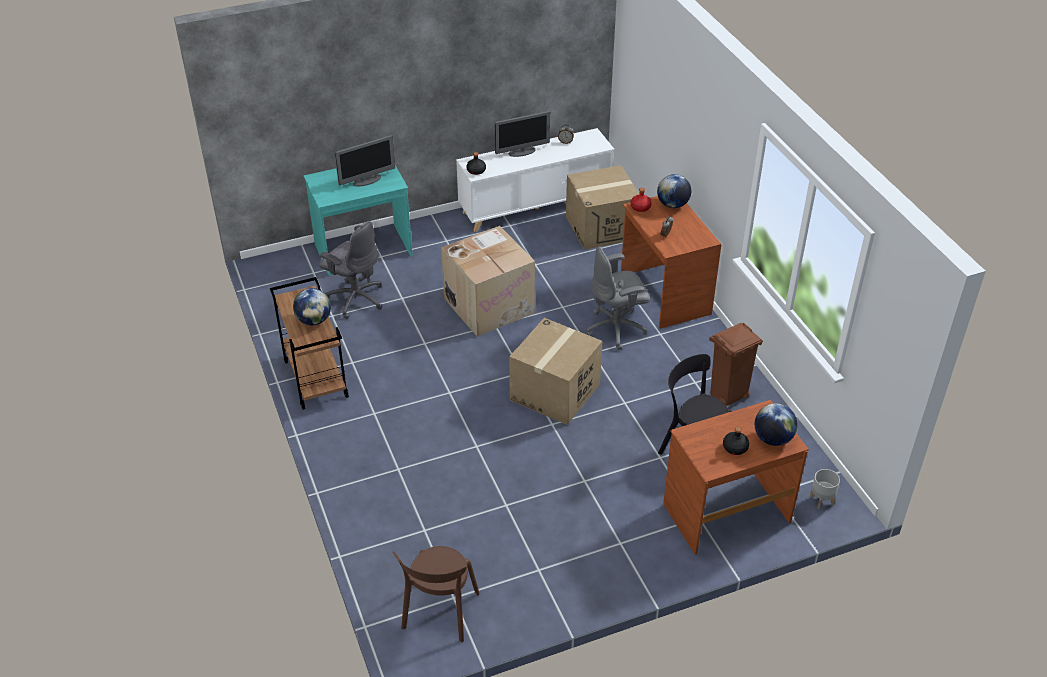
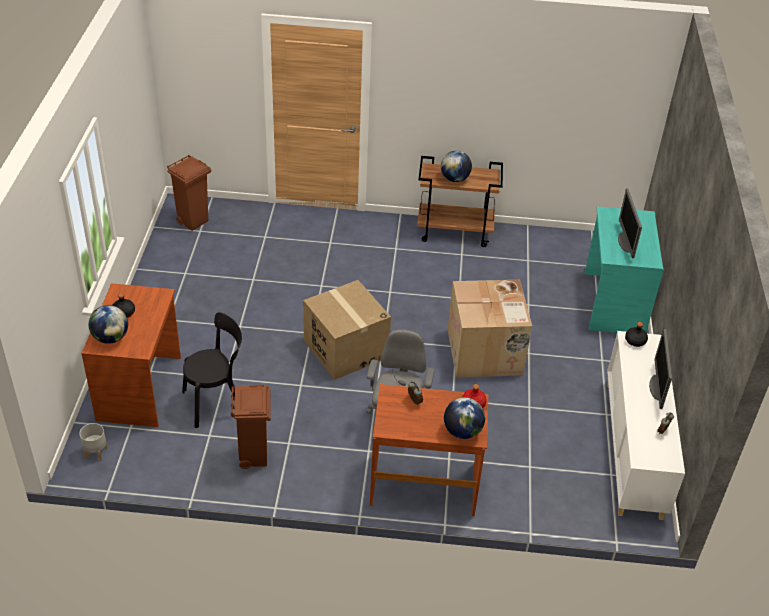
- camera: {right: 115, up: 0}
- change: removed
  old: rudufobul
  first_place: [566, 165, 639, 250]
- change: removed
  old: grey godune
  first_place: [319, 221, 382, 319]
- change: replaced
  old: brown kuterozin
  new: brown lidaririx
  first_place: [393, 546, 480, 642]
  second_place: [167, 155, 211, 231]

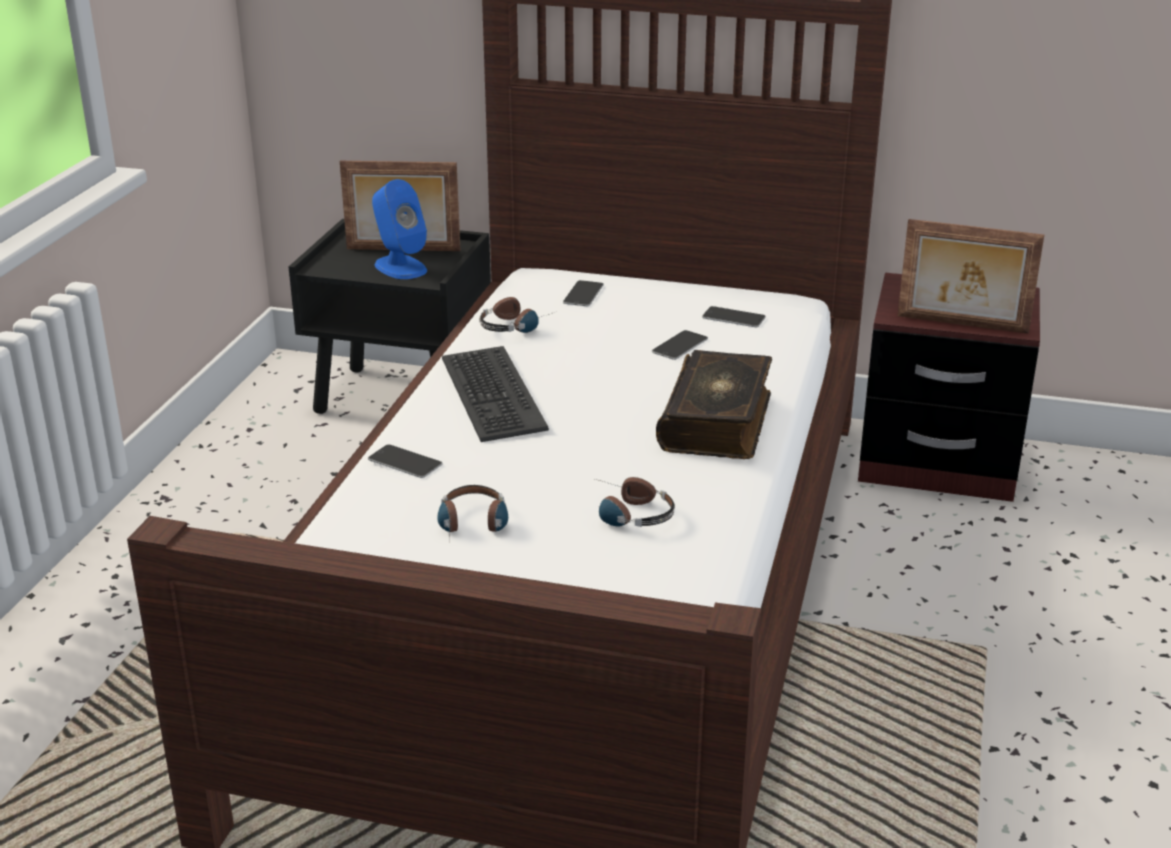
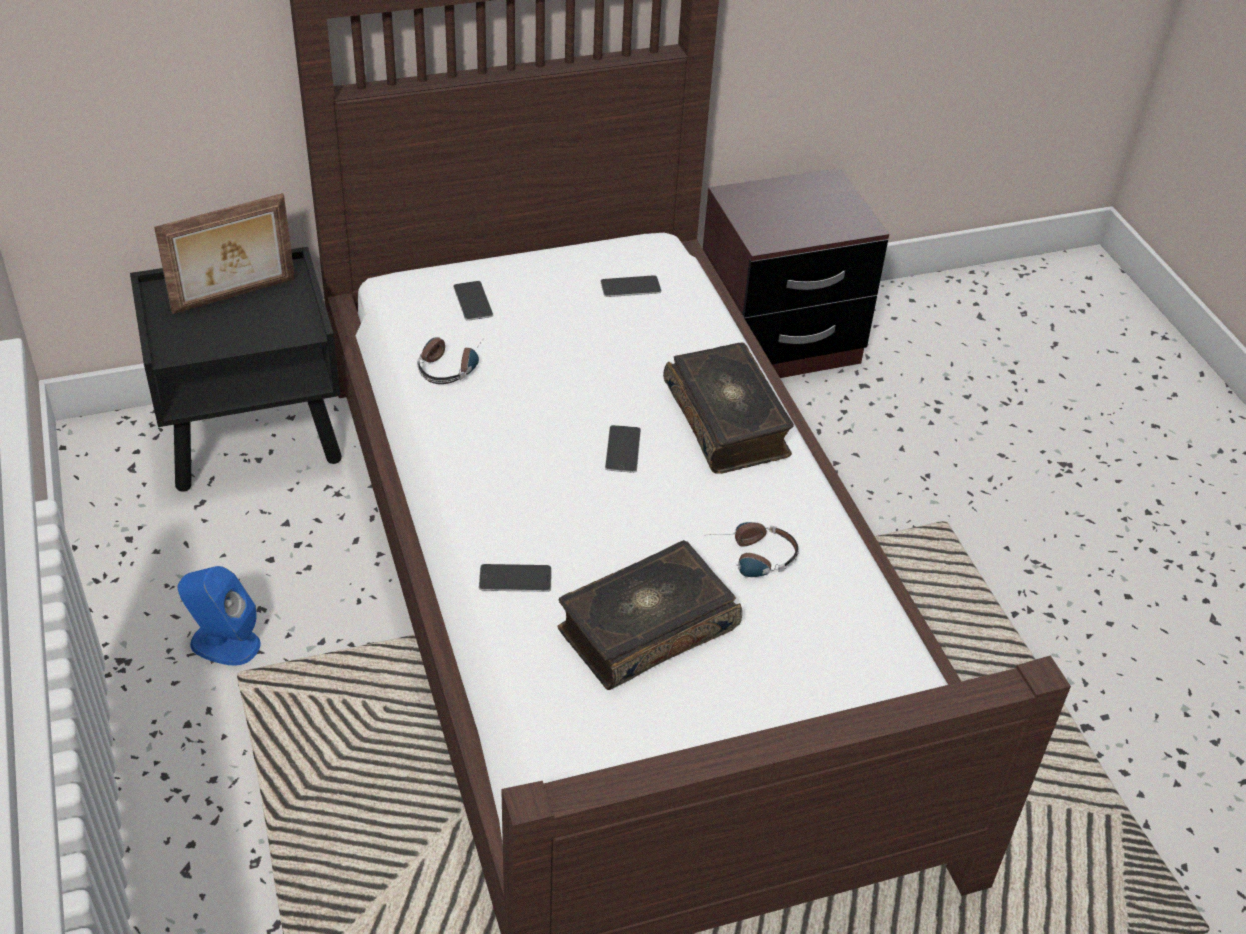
- camera: {right: -35, up: 15}
- change: moved
  old: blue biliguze
  first_place: [372, 179, 427, 279]
  second_place: [178, 566, 261, 666]
- change: removed
  old: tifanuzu
  first_place: [898, 219, 1044, 334]
- change: moved
  old: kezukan
  first_place: [652, 330, 708, 360]
  second_place: [605, 425, 641, 473]
- change: removed
  old: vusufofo
  first_place: [442, 346, 549, 442]
- change: replaced
  old: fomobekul
  new: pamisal
  first_place: [437, 485, 508, 532]
  second_place: [557, 540, 742, 690]

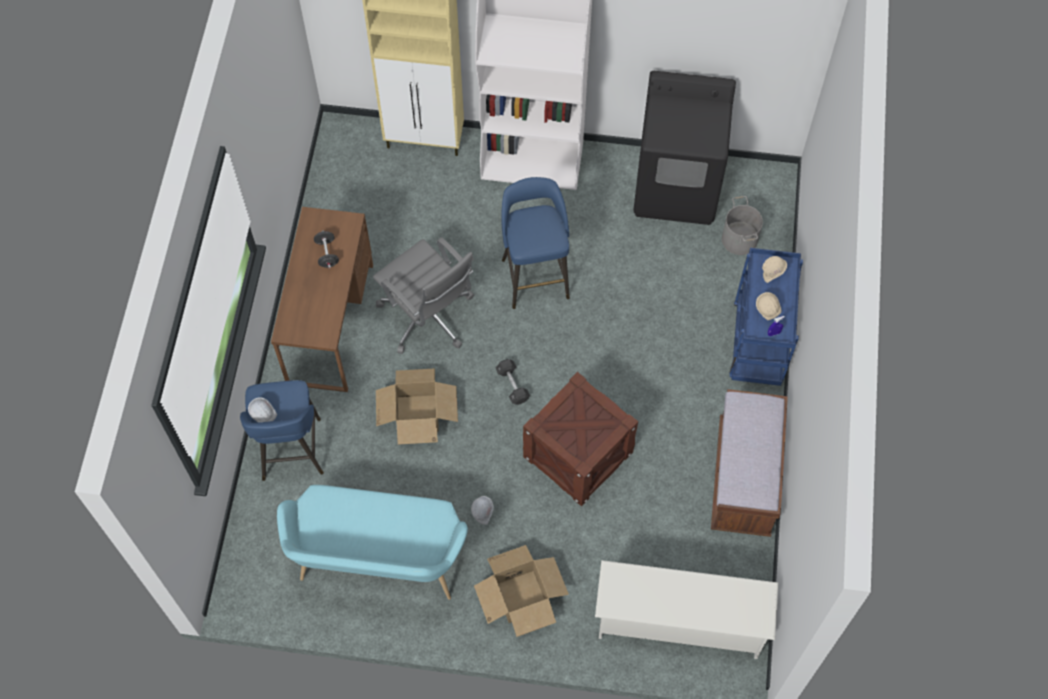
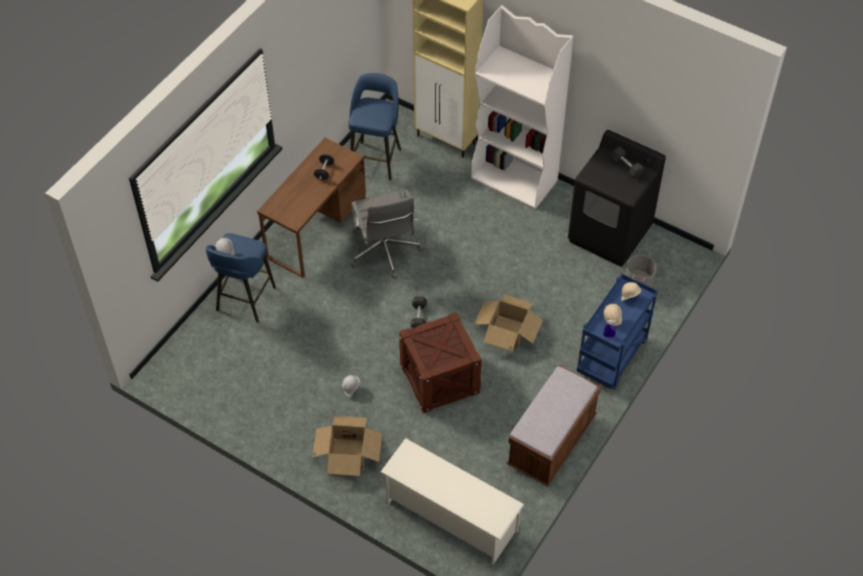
- camera: {right: 25, up: -10}
- change: moved
  old: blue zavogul
  first_place: [501, 177, 570, 309]
  second_place: [349, 73, 401, 180]
- change: moved
  old: rudufobul
  first_place: [376, 368, 458, 445]
  second_place: [474, 295, 543, 351]
- change: removed
  old: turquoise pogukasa
  first_place: [277, 485, 468, 600]
- change: added
  new: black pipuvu
  second_place: [611, 147, 644, 178]

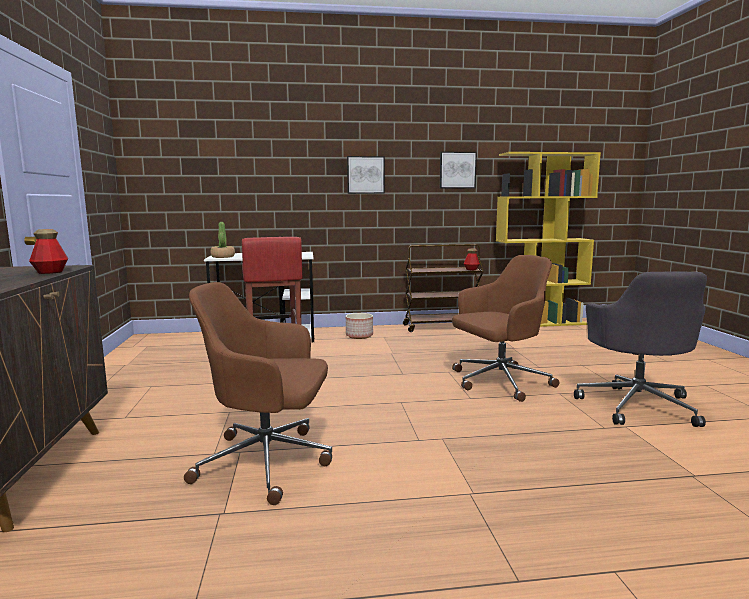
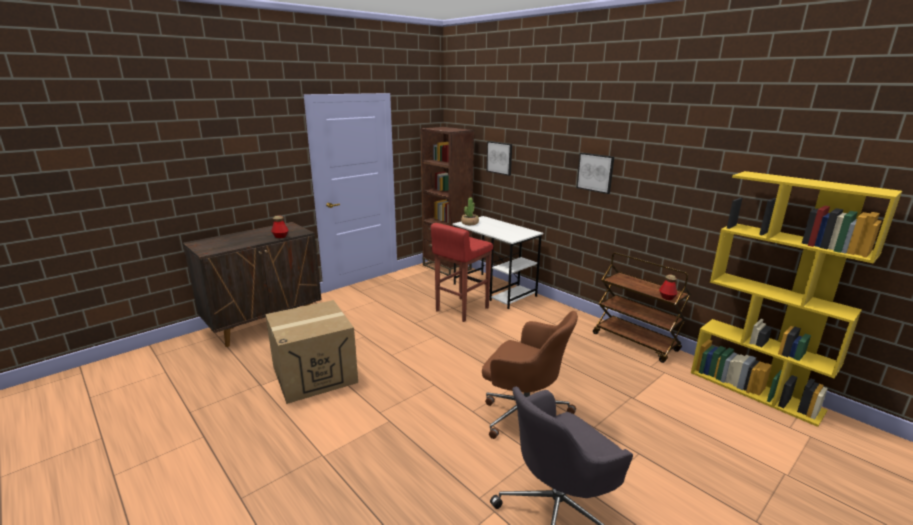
- camera: {right: 55, up: 10}
- change: moved
  old: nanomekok
  first_place: [440, 152, 477, 189]
  second_place: [487, 141, 512, 176]
- change: replaced
  old: brown godune
  new: rudufobul
  first_place: [184, 282, 332, 505]
  second_place: [265, 300, 358, 404]
- change: removed
  old: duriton
  first_place: [346, 313, 373, 339]
- change: added
  new: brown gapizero
  second_place: [420, 127, 474, 276]

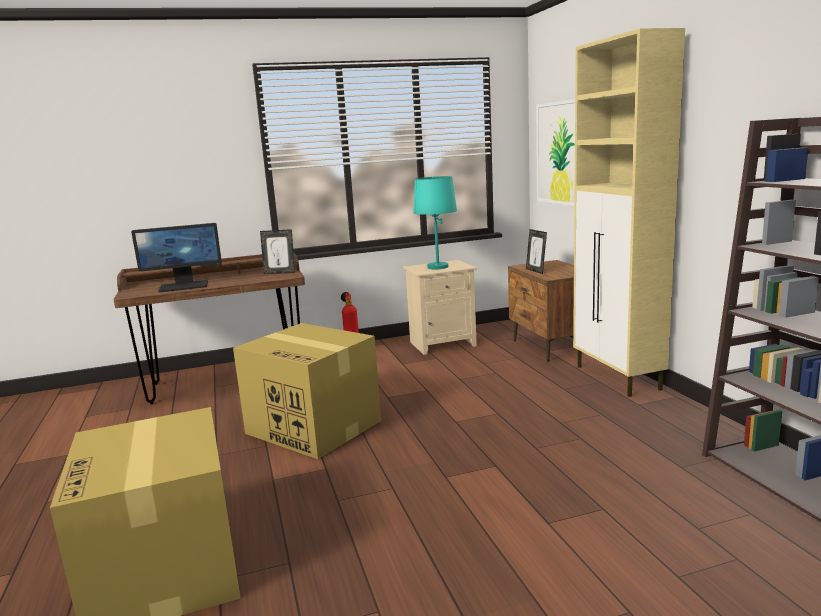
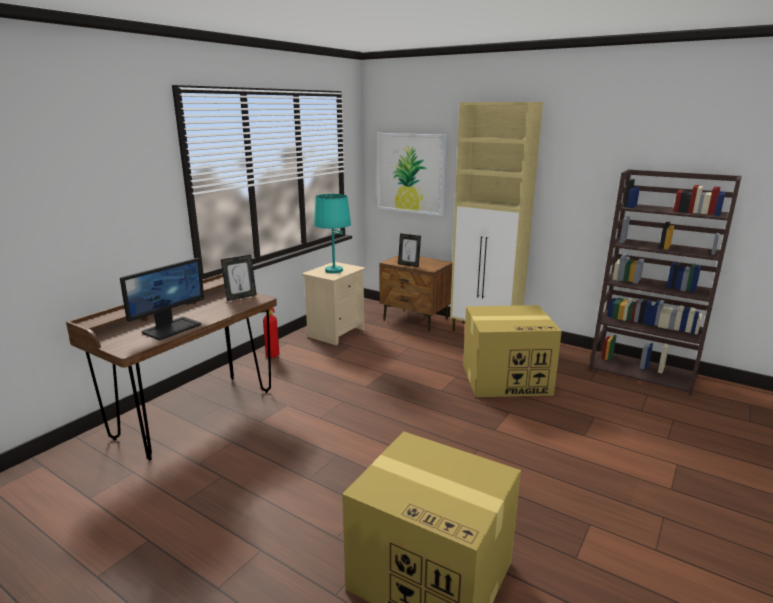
- camera: {right: -40, up: 5}
- change: moved
  old: rudufobul
  first_place: [233, 323, 381, 459]
  second_place: [463, 305, 562, 397]

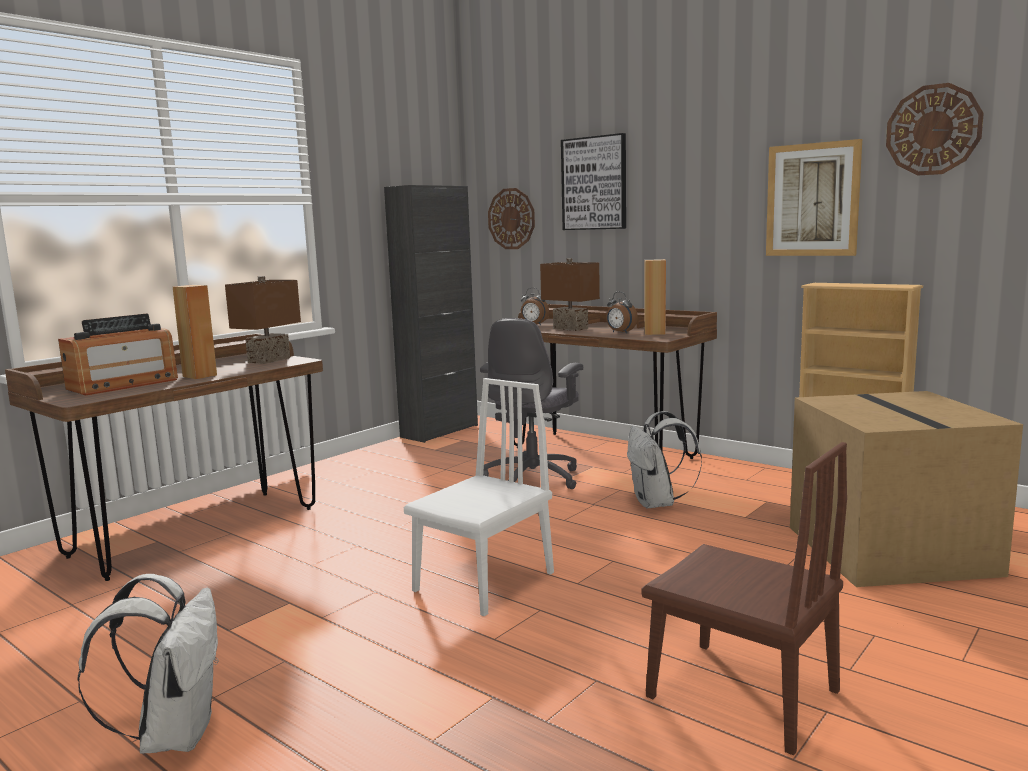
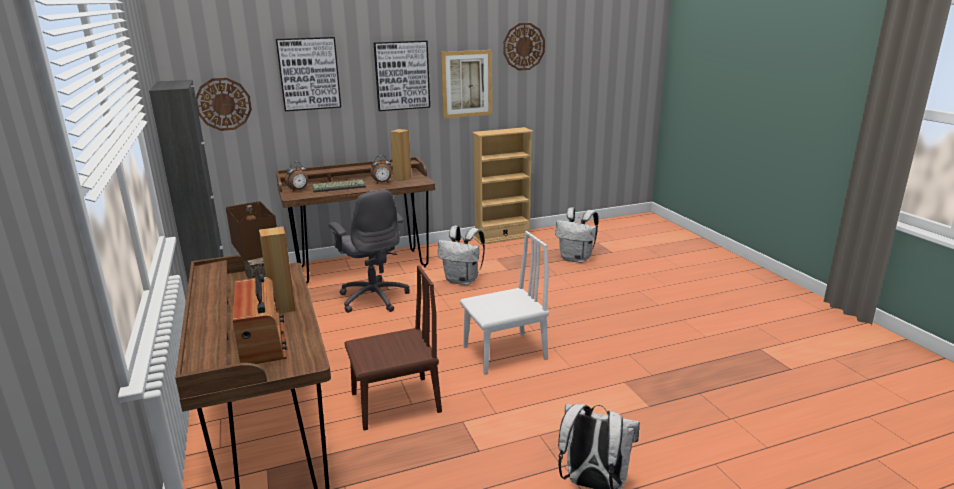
- camera: {right: -60, up: 10}
- change: replaced
  old: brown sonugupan
  new: vusufofo
  first_place: [540, 258, 600, 331]
  second_place: [312, 180, 366, 192]
- change: turned
  old: white kuterozin
  first_place: [404, 378, 554, 616]
  second_place: [460, 231, 549, 375]
  degrees: 90
- change: replaced
  old: rudufobul
  new: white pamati
  first_place: [790, 391, 1023, 587]
  second_place: [555, 207, 599, 263]
- change: moved
  old: brown kuterozin
  first_place: [642, 442, 847, 755]
  second_place: [344, 265, 442, 430]
- change: added
  new: nanomekok
  second_place: [373, 40, 430, 111]

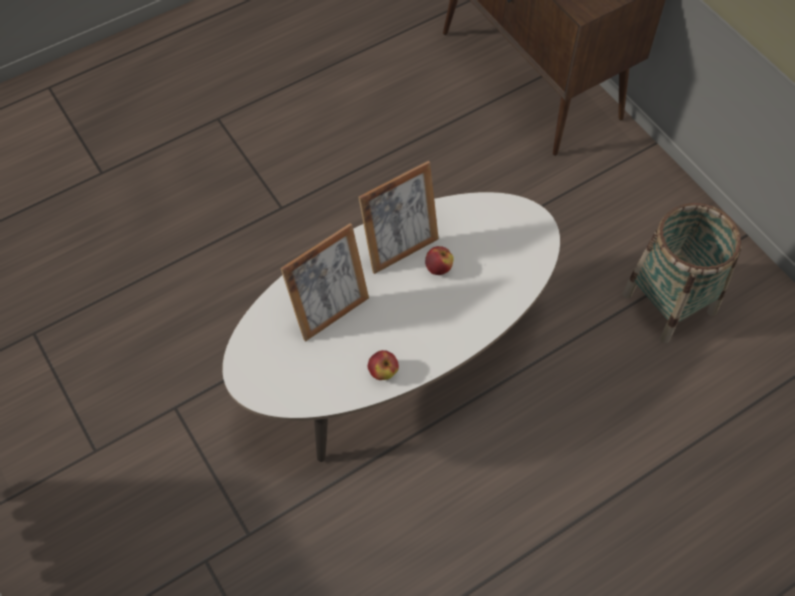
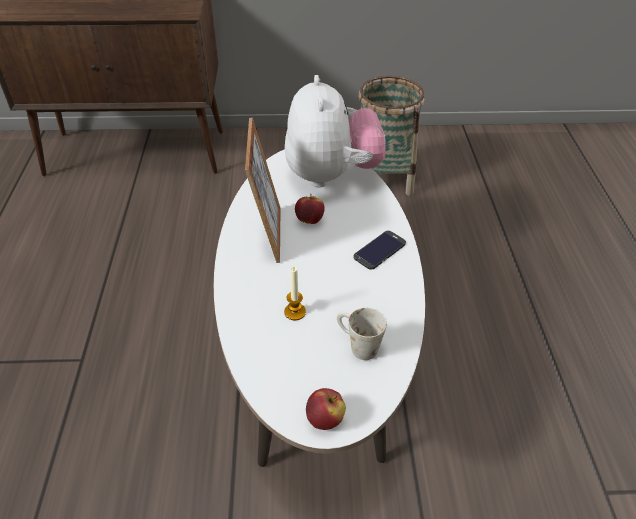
- camera: {right: -60, up: -15}
- change: replaced
  old: tifanuzu
  new: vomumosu
  first_place: [280, 223, 369, 342]
  second_place: [284, 266, 306, 320]
- change: moved
  old: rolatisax
  first_place: [368, 350, 399, 380]
  second_place: [306, 388, 346, 430]
- change: added
  new: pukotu
  second_place: [285, 75, 385, 188]
- change: added
  new: kezukan
  second_place: [353, 231, 406, 270]
- change: added
  new: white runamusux
  second_place: [337, 308, 387, 360]

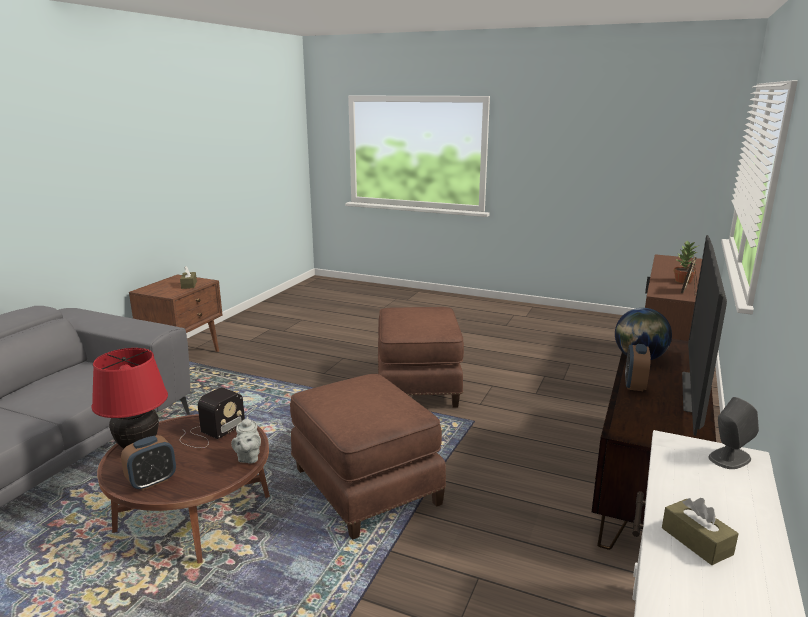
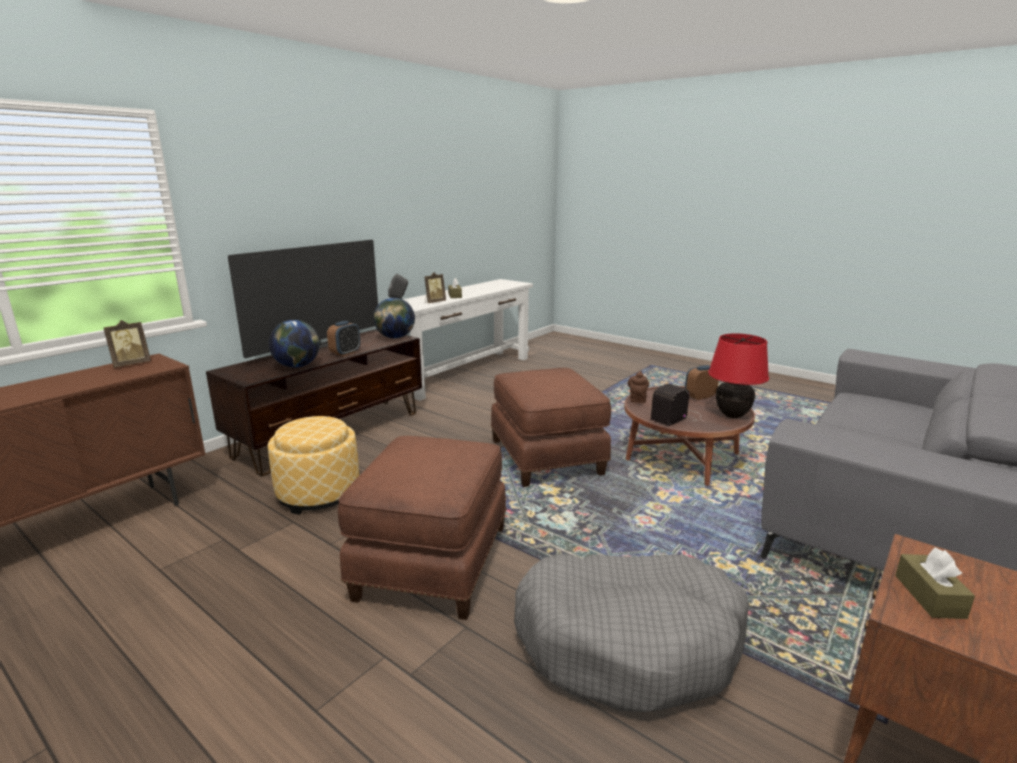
- camera: {right: -165, up: 0}
- change: removed
  old: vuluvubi
  first_place: [674, 241, 698, 283]
- change: recoloured
  old: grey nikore
  new: brown nikore
  first_place: [231, 416, 261, 464]
  second_place: [628, 371, 649, 403]
- change: added
  new: tifanuzu
  second_place: [424, 272, 446, 303]
- change: added
  new: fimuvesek
  second_place: [374, 298, 415, 338]
- change: added
  new: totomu
  second_place: [268, 416, 359, 515]
- change: added
  new: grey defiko
  second_place: [514, 554, 749, 712]

